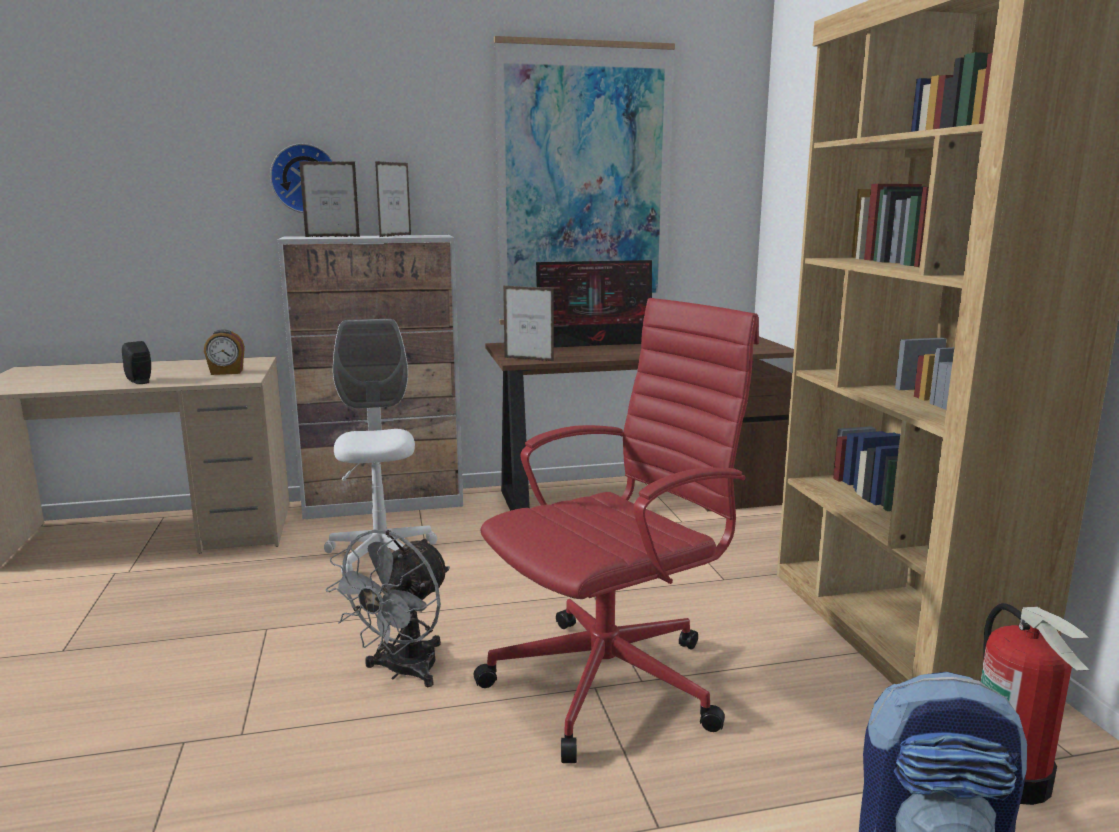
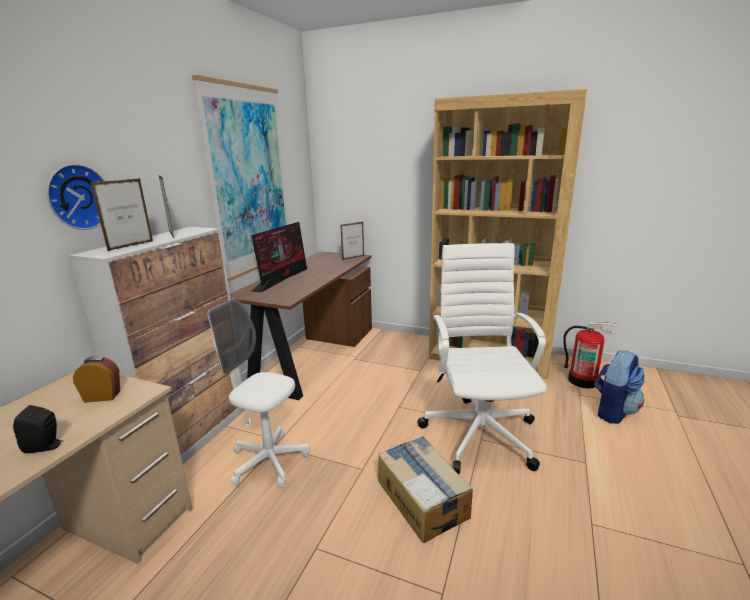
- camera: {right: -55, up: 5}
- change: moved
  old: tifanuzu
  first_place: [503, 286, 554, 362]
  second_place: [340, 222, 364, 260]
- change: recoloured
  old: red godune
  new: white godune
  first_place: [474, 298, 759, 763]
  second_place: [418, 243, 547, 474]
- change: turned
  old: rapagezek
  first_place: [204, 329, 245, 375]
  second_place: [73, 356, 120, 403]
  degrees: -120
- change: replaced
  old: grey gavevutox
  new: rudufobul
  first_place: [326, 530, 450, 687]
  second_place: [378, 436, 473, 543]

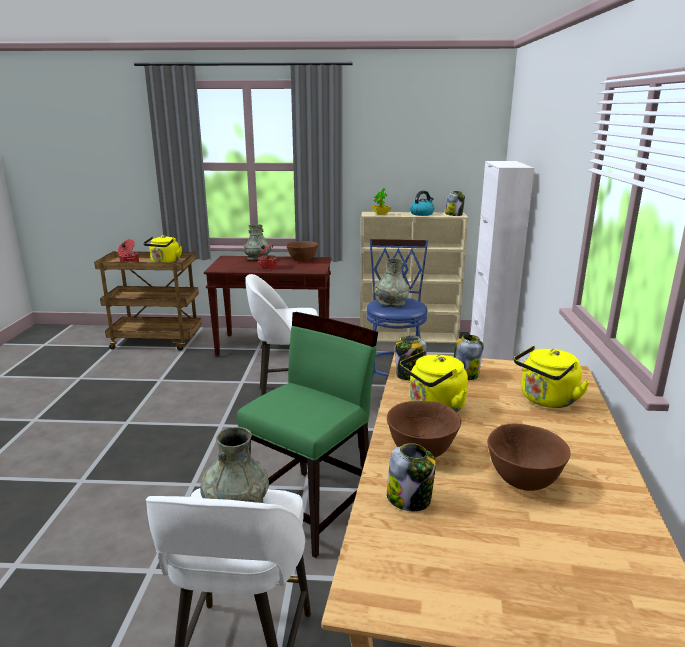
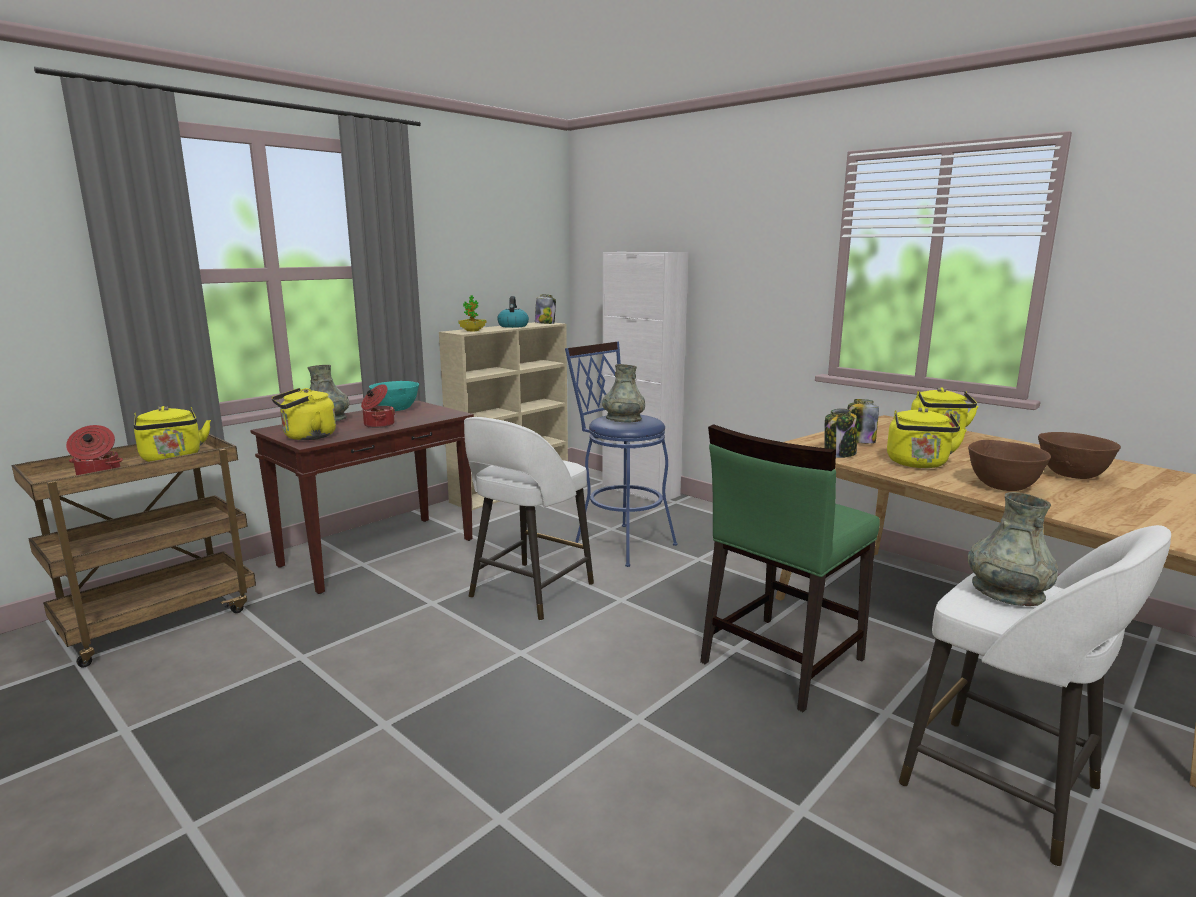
- camera: {right: -50, up: -5}
- change: recoloured
  old: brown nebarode
  new: turquoise nebarode
  first_place: [286, 241, 318, 262]
  second_place: [369, 381, 419, 411]
- change: turned
  old: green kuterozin
  first_place: [237, 312, 378, 558]
  second_place: [700, 424, 880, 712]
  degrees: -120
- change: removed
  old: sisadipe
  first_place: [387, 443, 436, 511]
- change: added
  new: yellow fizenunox
  second_place: [272, 388, 336, 440]

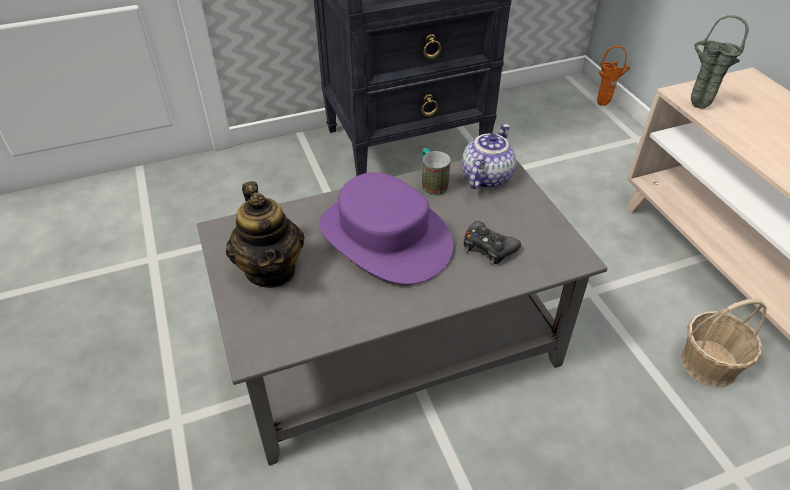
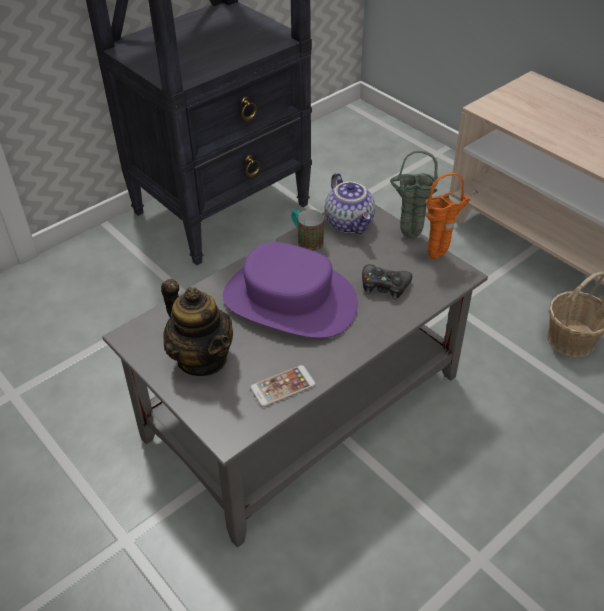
- camera: {right: -20, up: 0}
- change: moved
  old: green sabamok
  first_place: [691, 15, 749, 109]
  second_place: [390, 150, 438, 237]
- change: moved
  old: orange sabamok
  first_place: [597, 46, 630, 106]
  second_place: [425, 173, 470, 259]
- change: turned
  old: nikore
  first_place: [462, 124, 516, 189]
  second_place: [325, 173, 375, 234]
  degrees: 150
- change: added
  new: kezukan
  second_place: [250, 365, 316, 407]

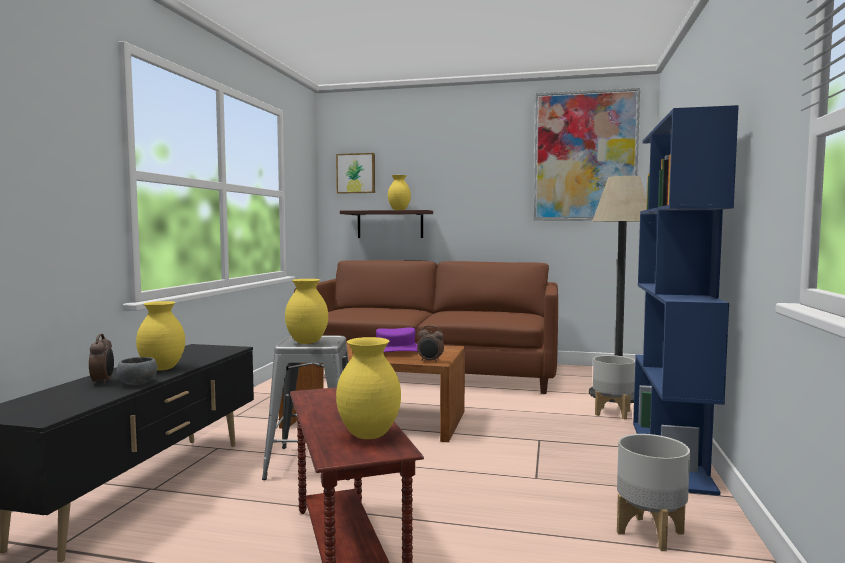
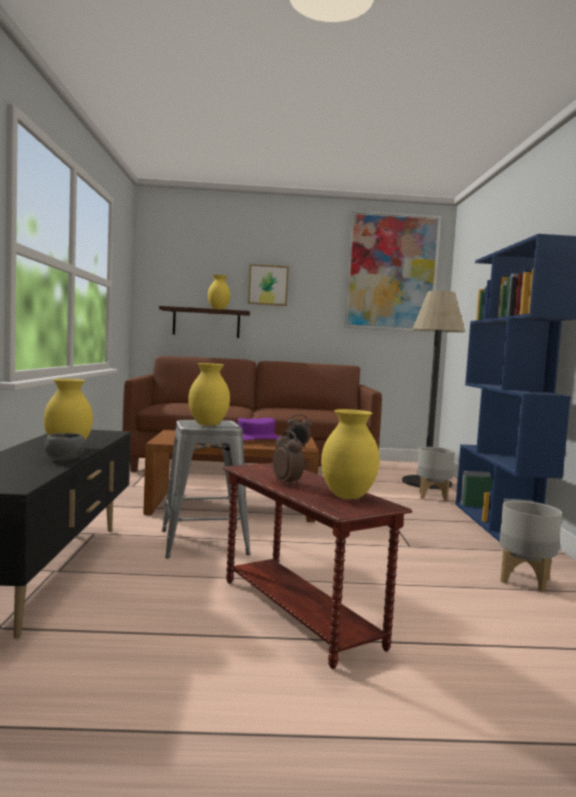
- camera: {right: -15, up: 0}
- change: moved
  old: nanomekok
  first_place: [336, 153, 375, 194]
  second_place: [248, 264, 289, 306]
- change: moved
  old: rapagezek
  first_place: [89, 334, 114, 384]
  second_place: [273, 430, 304, 486]

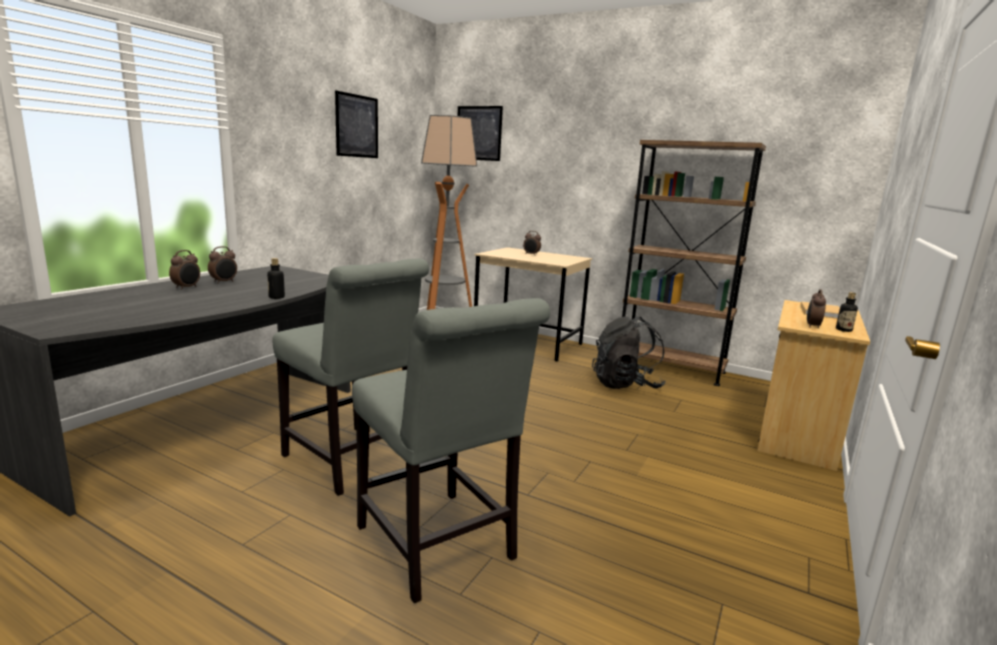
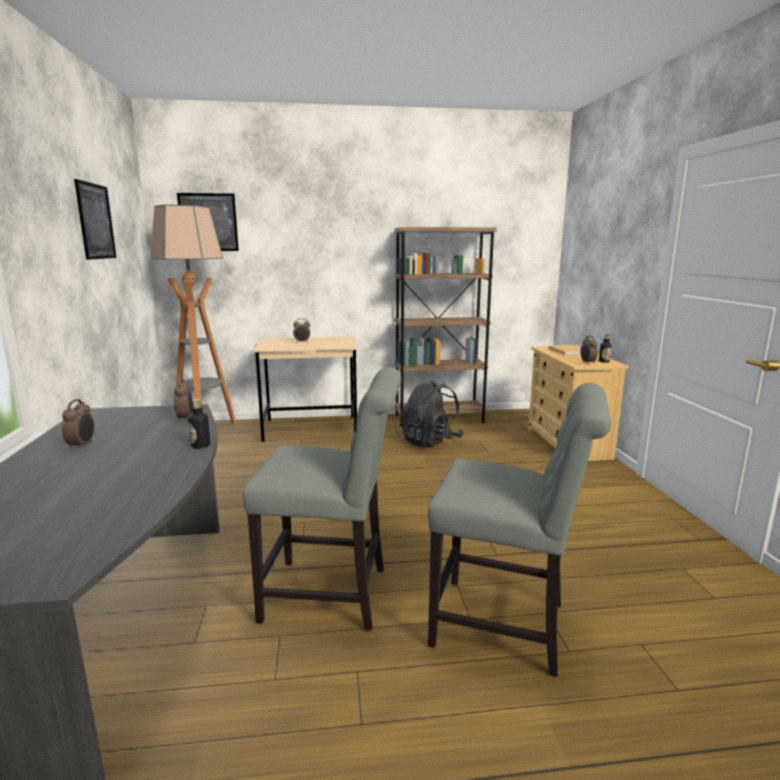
- camera: {right: -35, up: 0}
- change: moved
  old: rapagezek
  first_place: [169, 250, 200, 290]
  second_place: [174, 378, 193, 421]

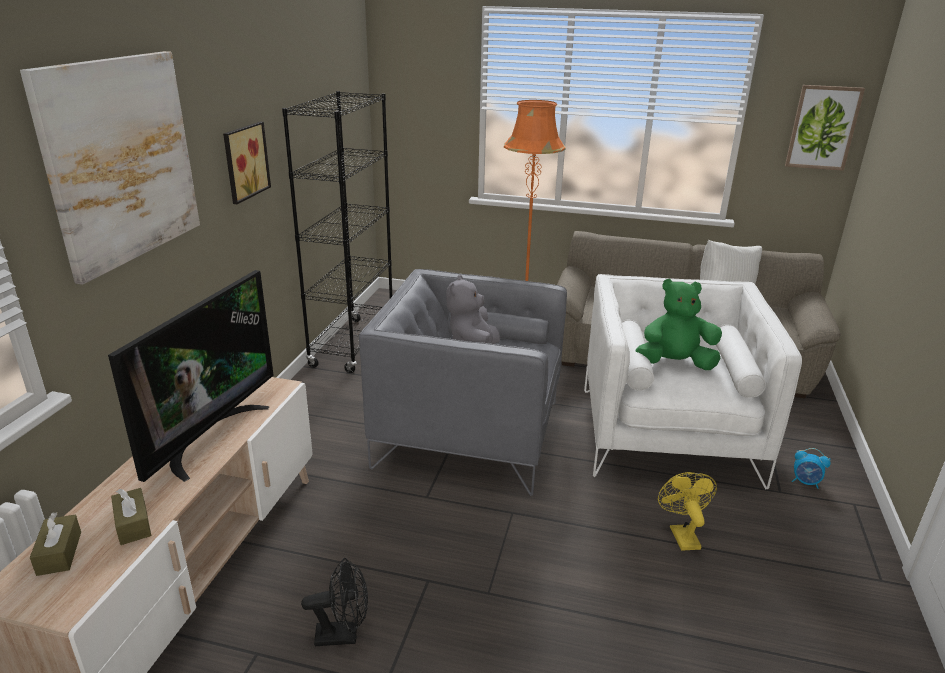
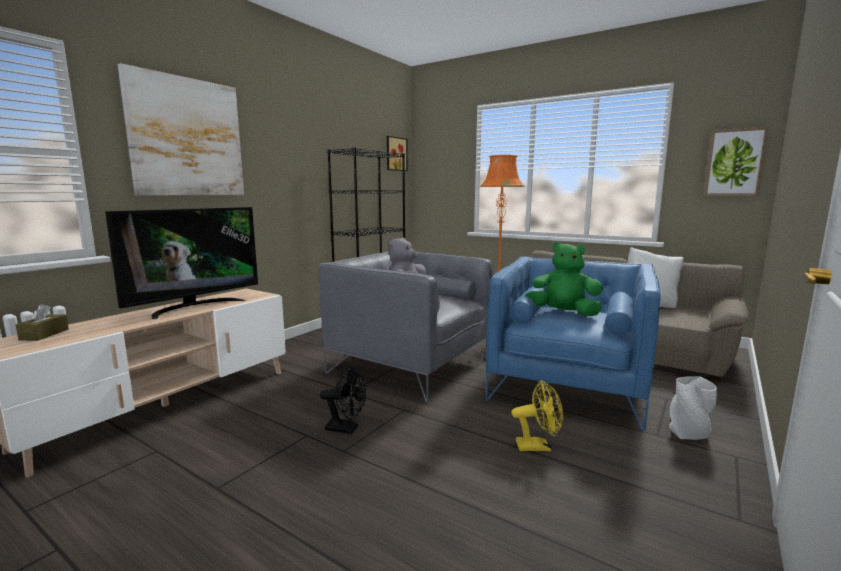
- camera: {right: 20, up: -15}
- change: moved
  old: nanomekok
  first_place: [223, 122, 271, 204]
  second_place: [387, 136, 408, 171]
- change: recoloured
  old: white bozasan
  new: blue bozasan
  first_place: [584, 274, 802, 489]
  second_place: [485, 256, 660, 432]
- change: replaced
  old: rapagezek
  new: grey sabamok
  first_place: [792, 448, 831, 489]
  second_place: [669, 377, 717, 440]
- change: turned
  old: yellow gavevutox
  first_place: [658, 472, 717, 551]
  second_place: [511, 380, 563, 451]
  degrees: 75
- change: removed
  old: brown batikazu
  first_place: [111, 488, 151, 545]
- change: moved
  old: black gavevutox
  first_place: [301, 558, 368, 646]
  second_place: [320, 367, 366, 434]

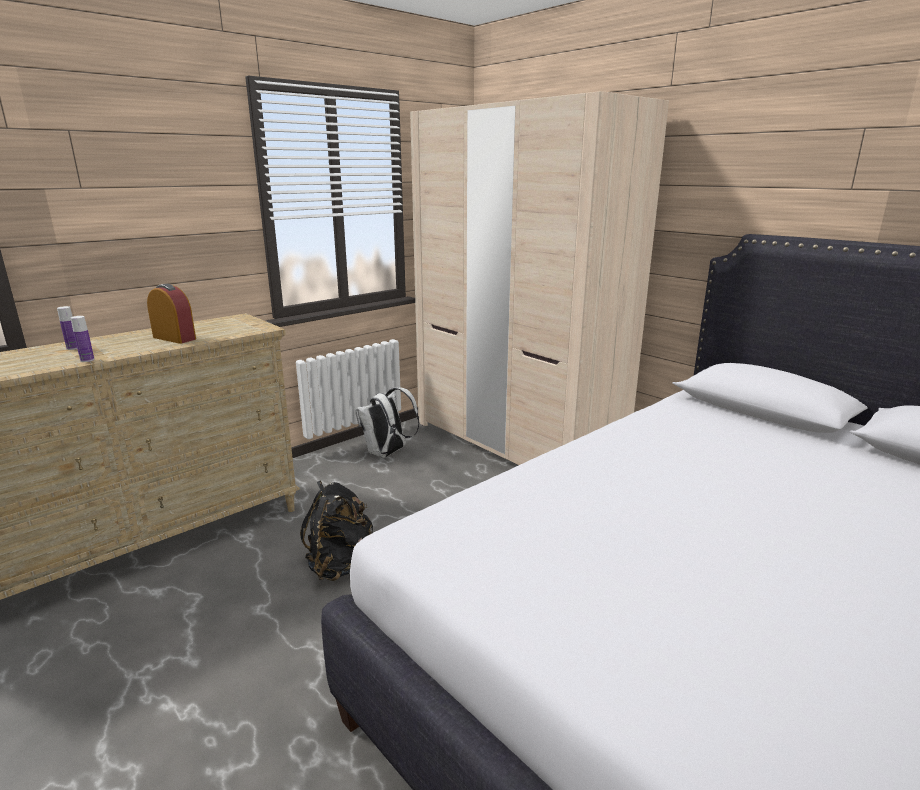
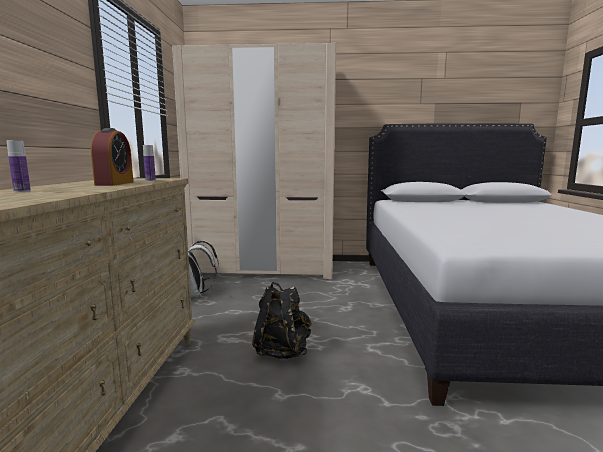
- camera: {right: -45, up: -10}
- change: turned
  old: rapagezek
  first_place: [147, 284, 196, 344]
  second_place: [91, 128, 133, 186]
  degrees: 105
- change: moved
  old: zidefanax
  first_place: [71, 316, 94, 362]
  second_place: [143, 145, 156, 181]

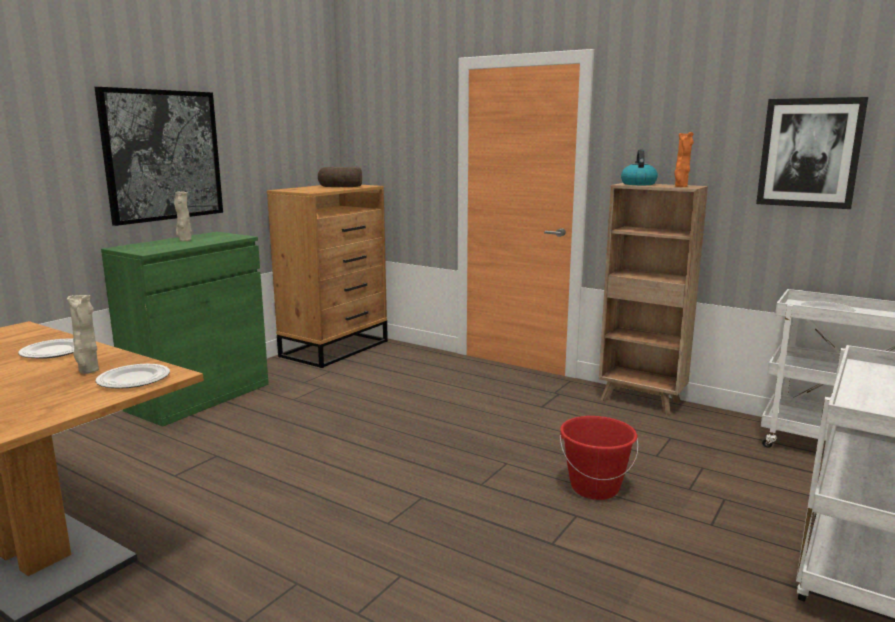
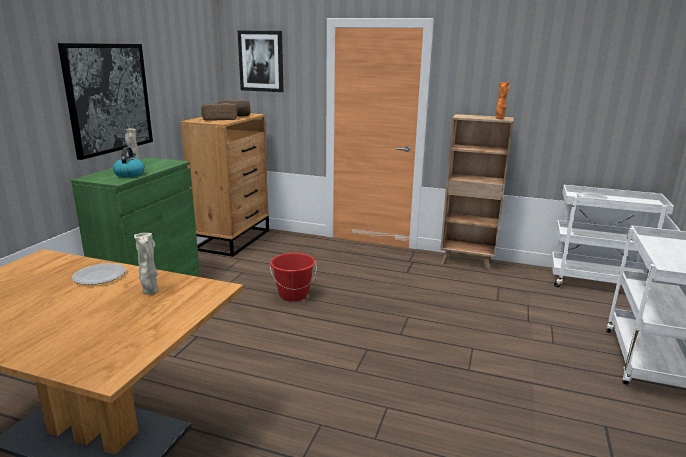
- camera: {right: -15, up: 5}
- change: moved
  old: nanomekok
  first_place: [756, 97, 868, 209]
  second_place: [238, 31, 284, 92]
- change: moved
  old: fizenunox
  first_place: [621, 149, 658, 185]
  second_place: [113, 147, 145, 178]
- change: removed
  old: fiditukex
  first_place: [95, 364, 170, 388]
- change: moved
  old: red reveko
  first_place: [560, 416, 638, 500]
  second_place: [270, 253, 317, 301]
- change: added
  new: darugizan
  second_place: [201, 103, 237, 121]

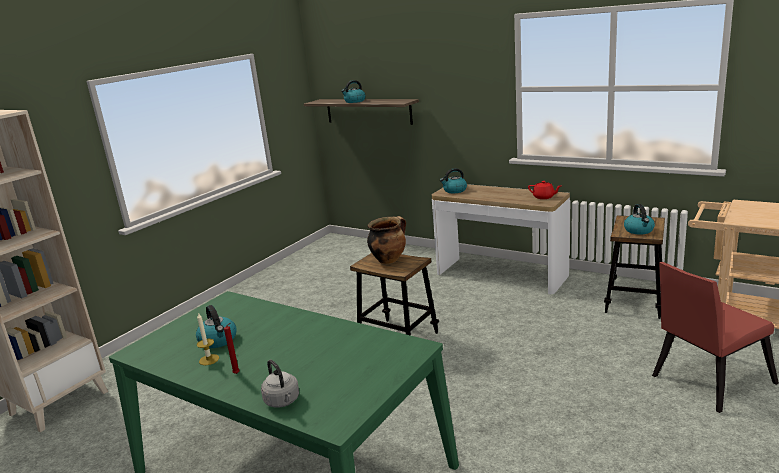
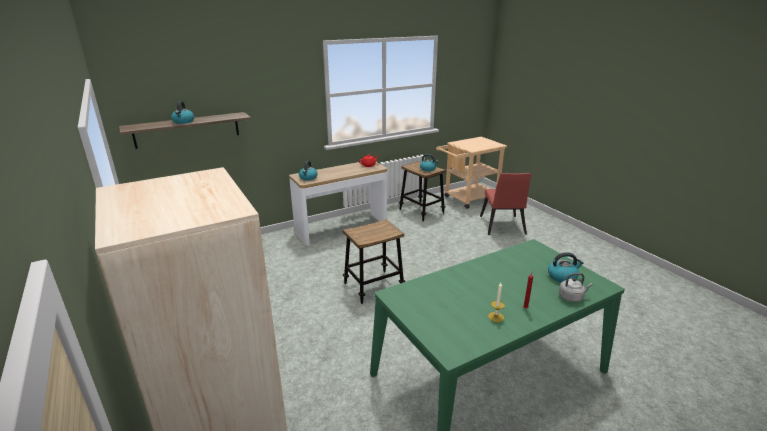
- camera: {right: -65, up: 5}
- change: removed
  old: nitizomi
  first_place: [367, 216, 406, 264]
- change: moved
  old: fizenunox
  first_place: [196, 305, 237, 348]
  second_place: [548, 252, 584, 283]

